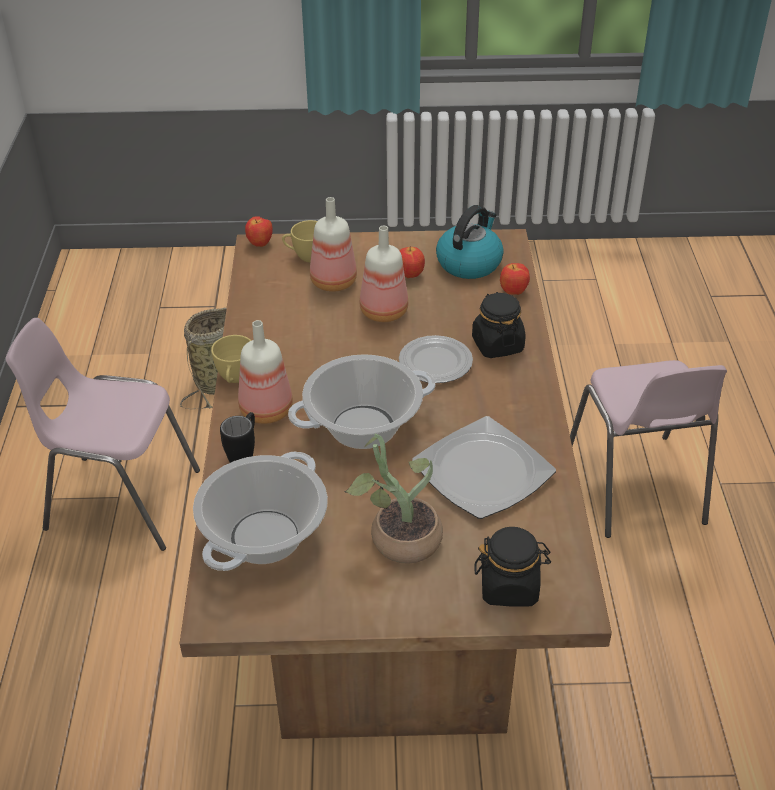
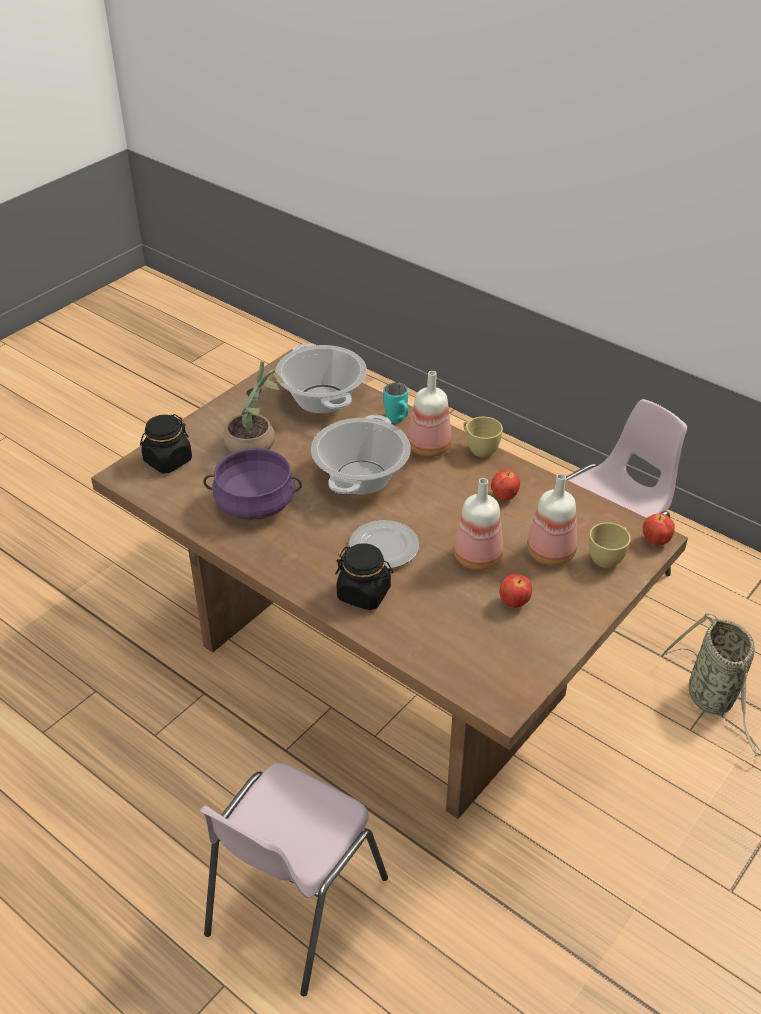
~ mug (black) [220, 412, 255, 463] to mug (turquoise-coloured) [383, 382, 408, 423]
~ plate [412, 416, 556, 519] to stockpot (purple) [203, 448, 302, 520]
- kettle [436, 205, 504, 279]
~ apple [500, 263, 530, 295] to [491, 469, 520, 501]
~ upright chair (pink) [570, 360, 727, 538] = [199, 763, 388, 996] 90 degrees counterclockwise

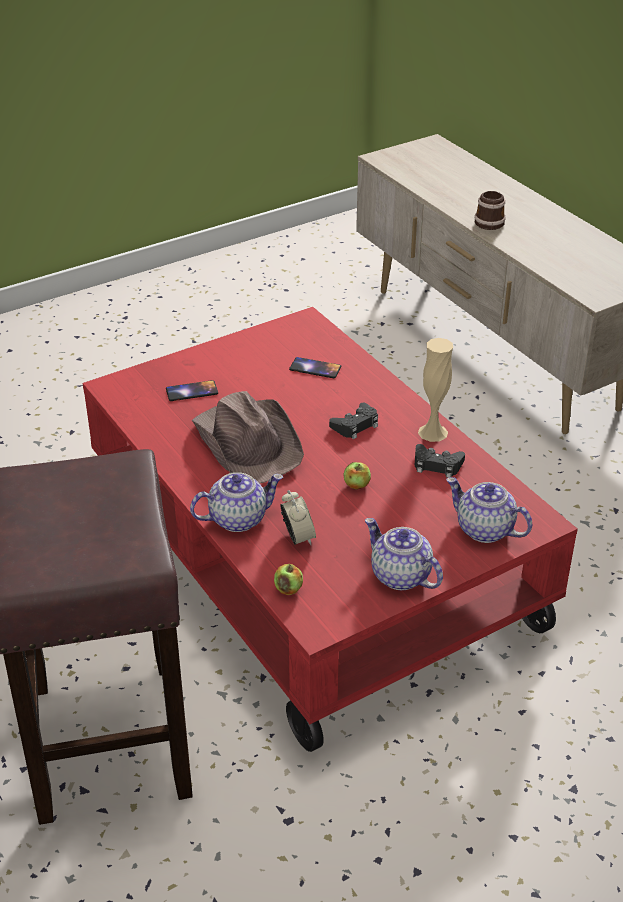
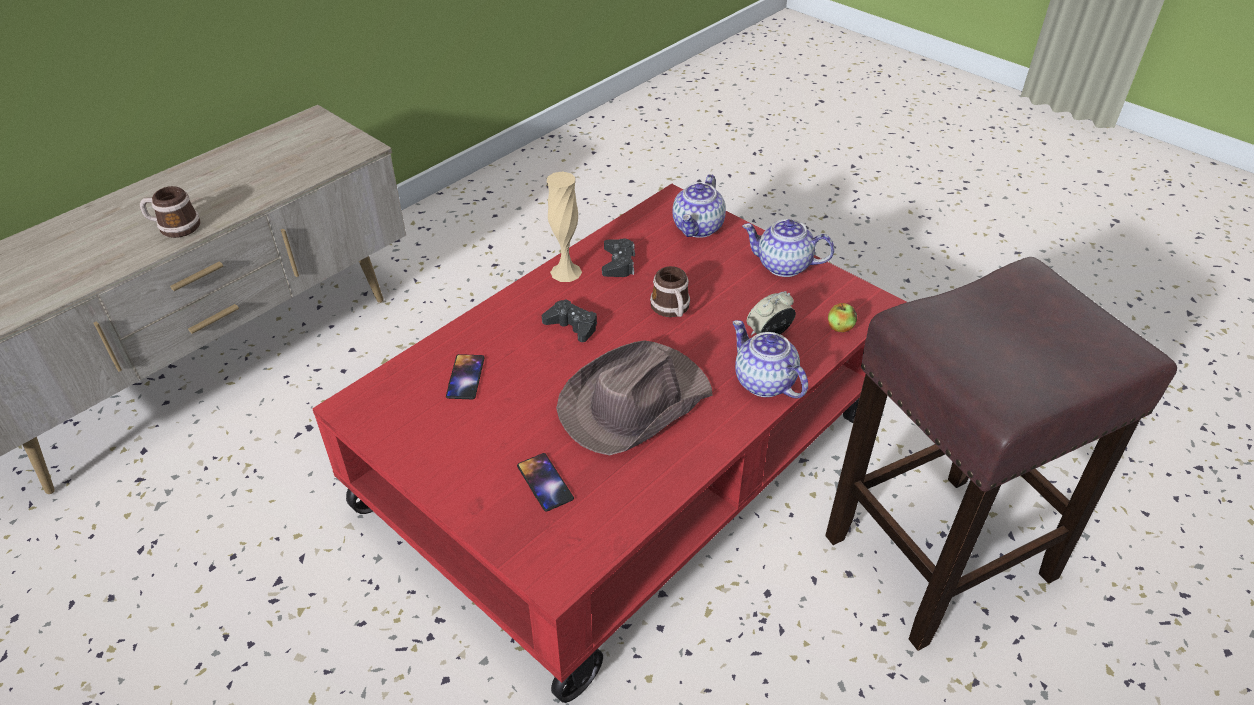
~ apple [343, 462, 371, 490] to mug [650, 266, 690, 317]
~ tea pot [365, 518, 443, 590] = [742, 219, 834, 277] 75 degrees clockwise

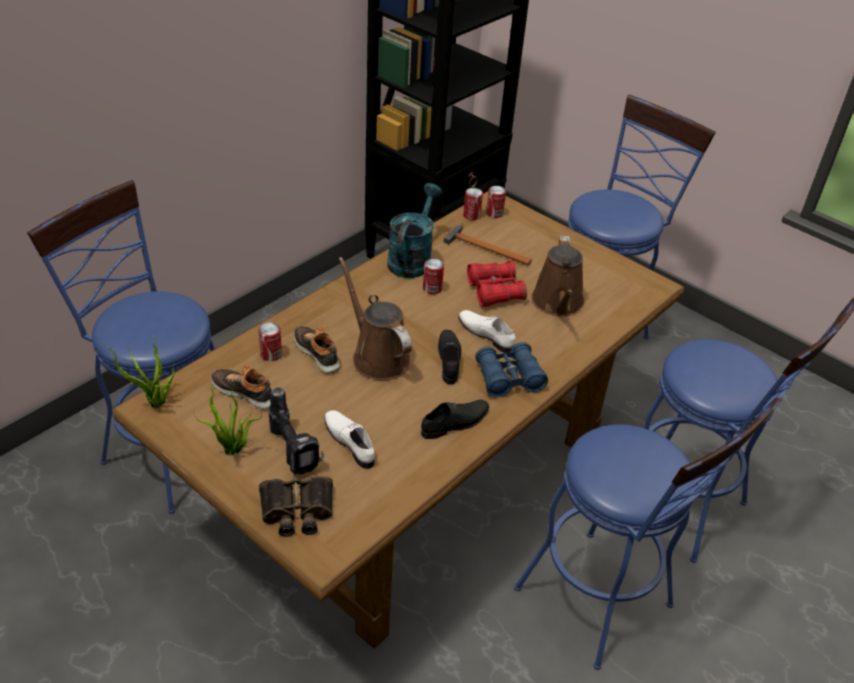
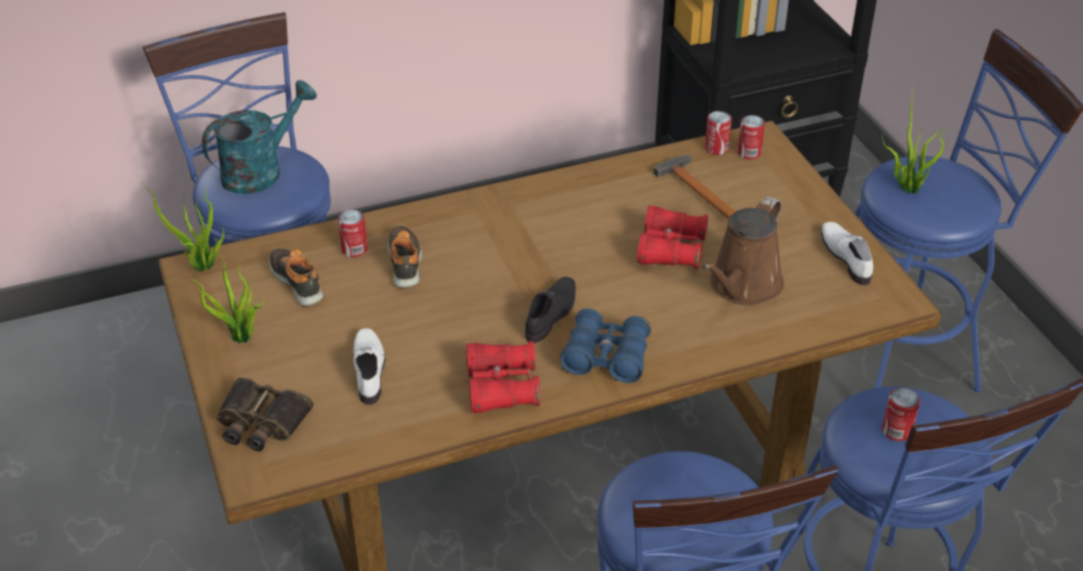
- drill [268, 387, 324, 475]
- watering can (brownish) [339, 257, 412, 380]
~ watering can (turquoise-coloured) [387, 183, 442, 278] to [202, 80, 317, 194]
~ shoe (black) [421, 400, 489, 439] to field glasses (reddish) [466, 341, 541, 413]
~ can [423, 259, 444, 294] to [882, 388, 920, 441]
~ shoe (whitish) [458, 310, 516, 353] to [821, 222, 873, 285]
+ houseplant [882, 84, 947, 194]

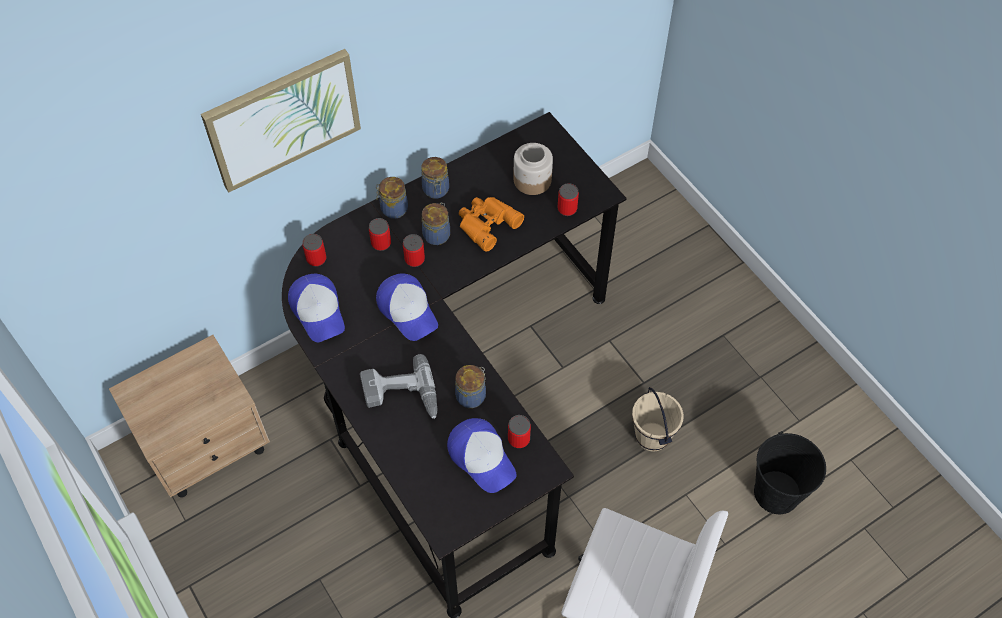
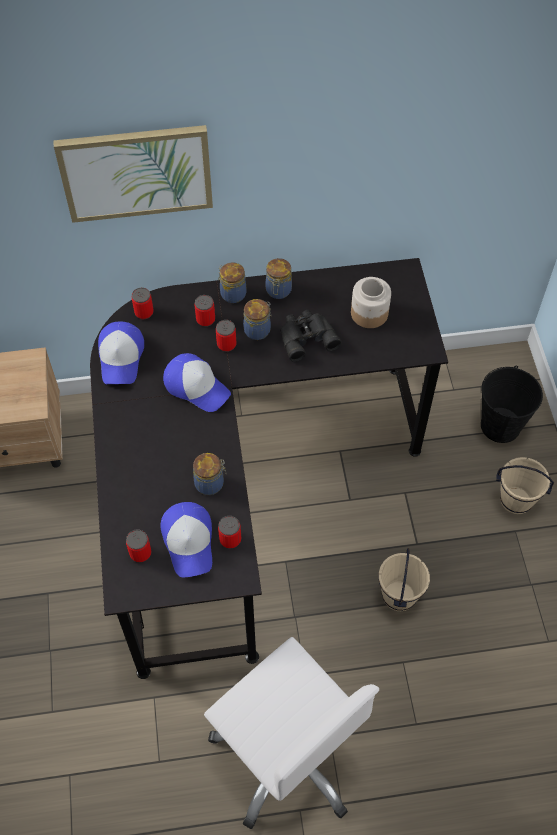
- drill [360, 354, 437, 419]
~ cap [376, 273, 438, 341] = [163, 353, 231, 412] 45 degrees counterclockwise
~ field glasses (orange-coloured) [459, 197, 524, 252] to field glasses (black) [280, 310, 342, 362]
~ can [558, 183, 579, 216] to [126, 529, 151, 562]
~ pail (black) [754, 431, 826, 514] to [481, 366, 543, 443]
+ pail (beige) [496, 457, 554, 514]

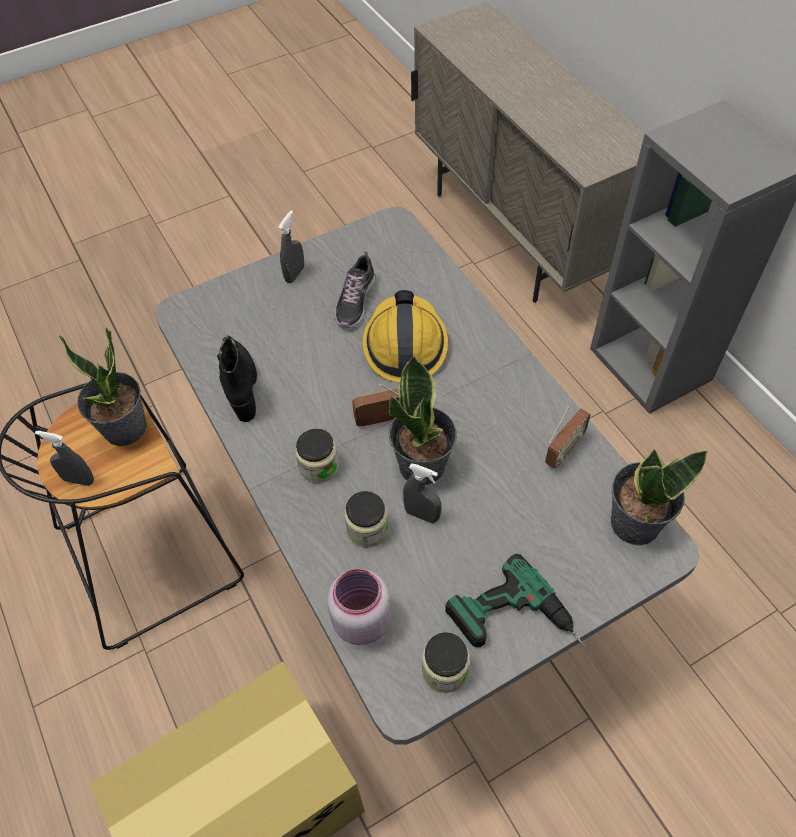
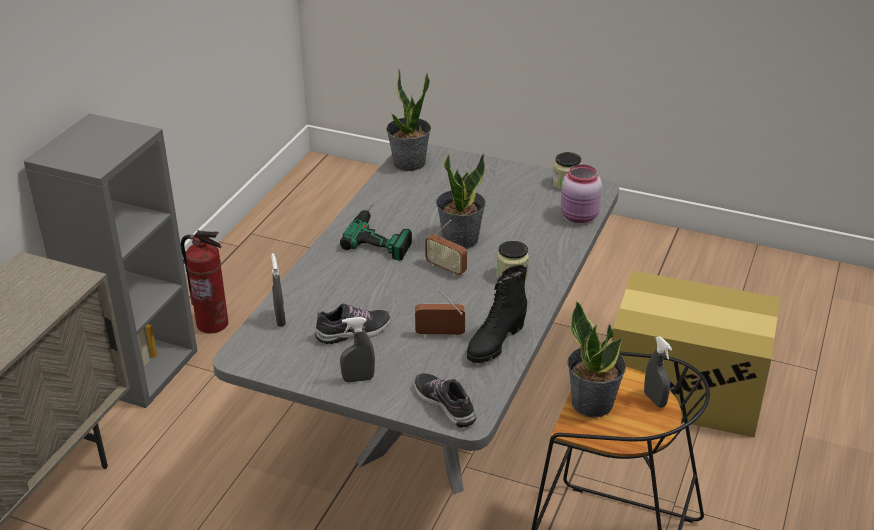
- preserve jar [344, 491, 388, 547]
- safety helmet [362, 290, 448, 383]
~ hand sprayer (gray) [403, 464, 442, 523] to [271, 253, 286, 327]
~ drill [445, 554, 587, 648] to [340, 205, 412, 261]
~ radio set [545, 405, 591, 469] to [415, 289, 465, 338]
+ extinguisher [181, 230, 228, 334]
+ shoe [414, 373, 476, 428]

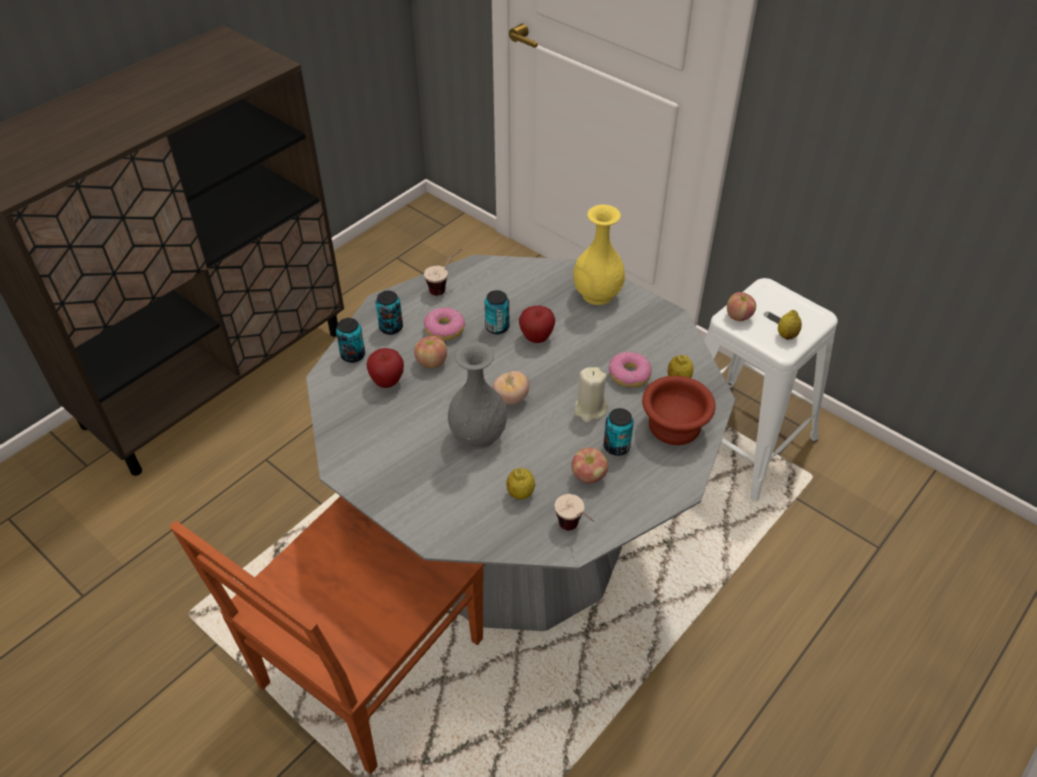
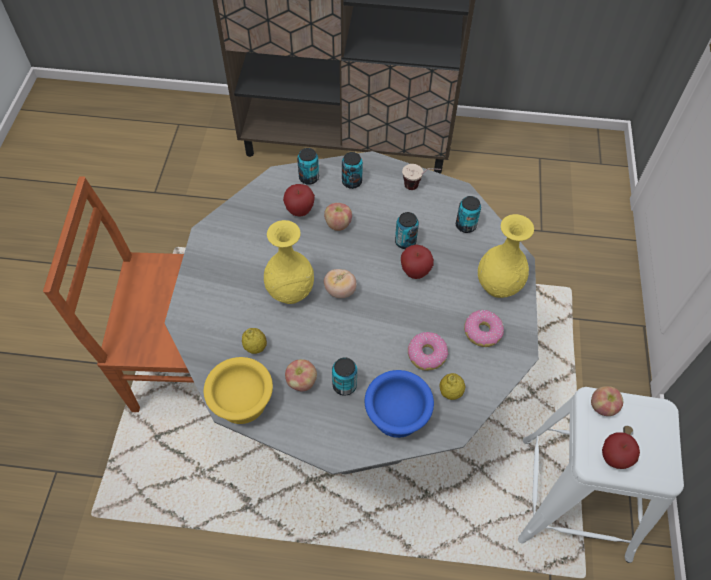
~ ring doughnut [424, 307, 465, 341] to [464, 310, 504, 347]
~ flower vase (gray) [448, 342, 507, 449] to flower vase (yellowish) [264, 220, 314, 304]
~ drinking cup [555, 494, 595, 531] to bowl (yellowish) [204, 357, 273, 424]
- wax light (beige) [574, 367, 608, 423]
~ bowl (brownish) [642, 376, 716, 445] to bowl (blue) [365, 370, 434, 438]
~ citrus fruit [778, 310, 802, 340] to apple [602, 432, 640, 469]
+ can [456, 196, 481, 233]

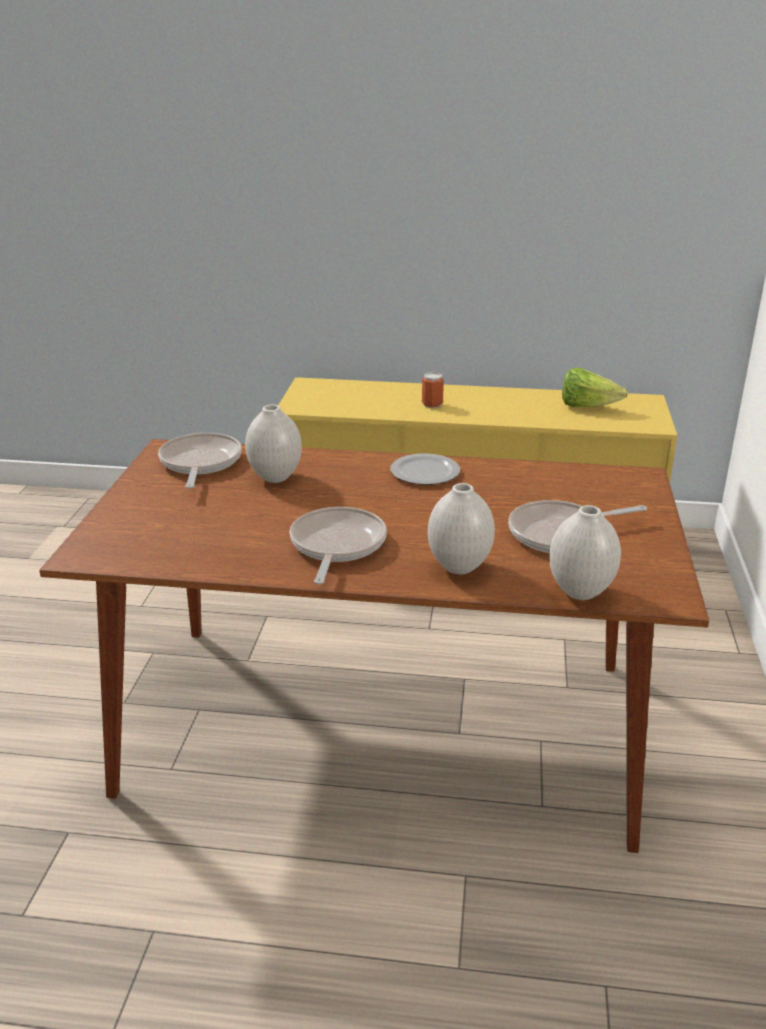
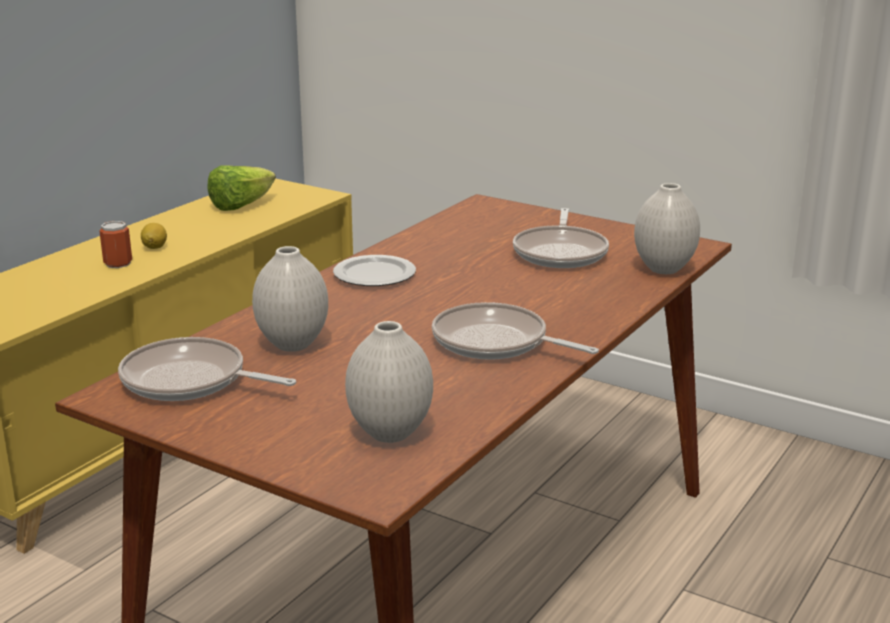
~ flower vase (whitish) [428, 483, 495, 574] to [345, 321, 433, 443]
+ citrus fruit [141, 223, 167, 249]

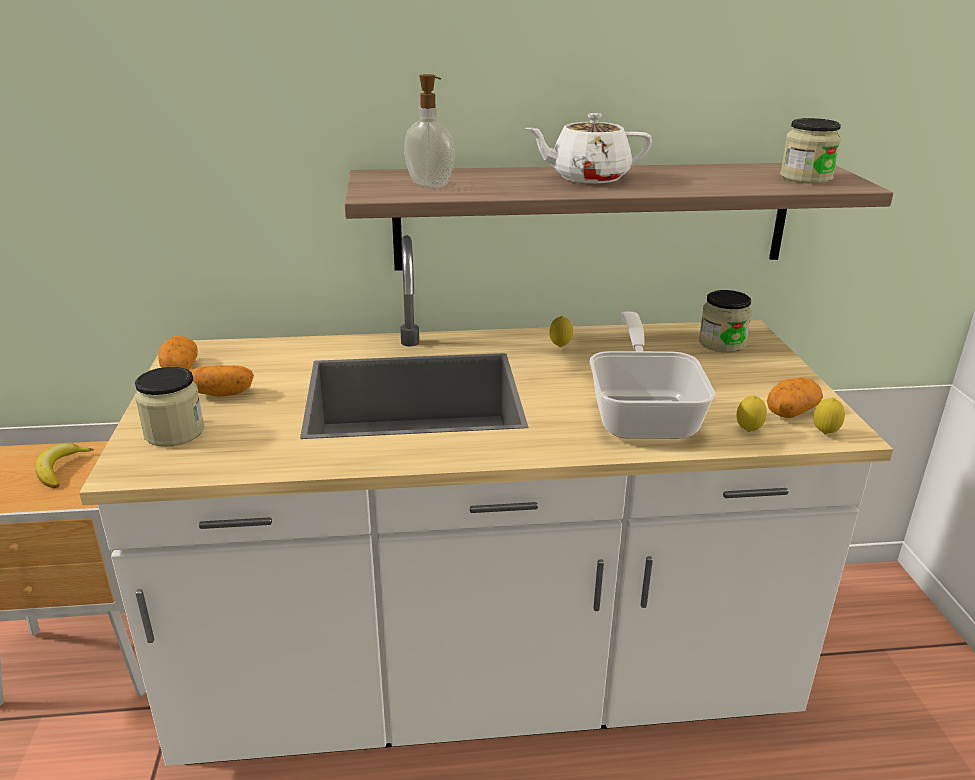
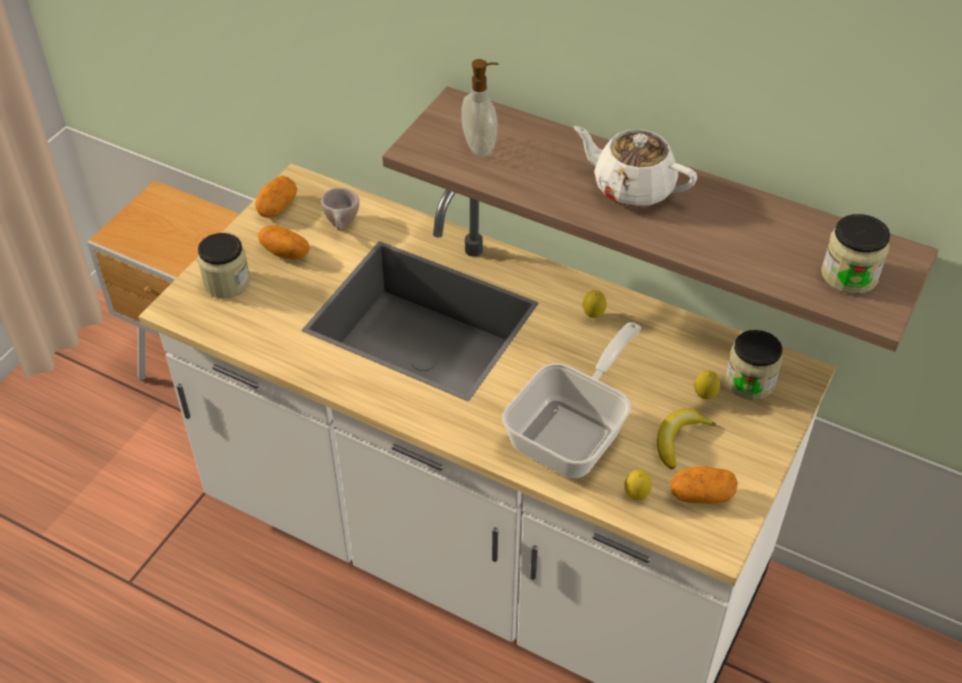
~ banana [35, 443, 94, 489] to [657, 408, 716, 469]
~ citrus fruit [814, 398, 845, 434] to [694, 370, 720, 399]
+ drinking cup (beige) [321, 188, 359, 231]

